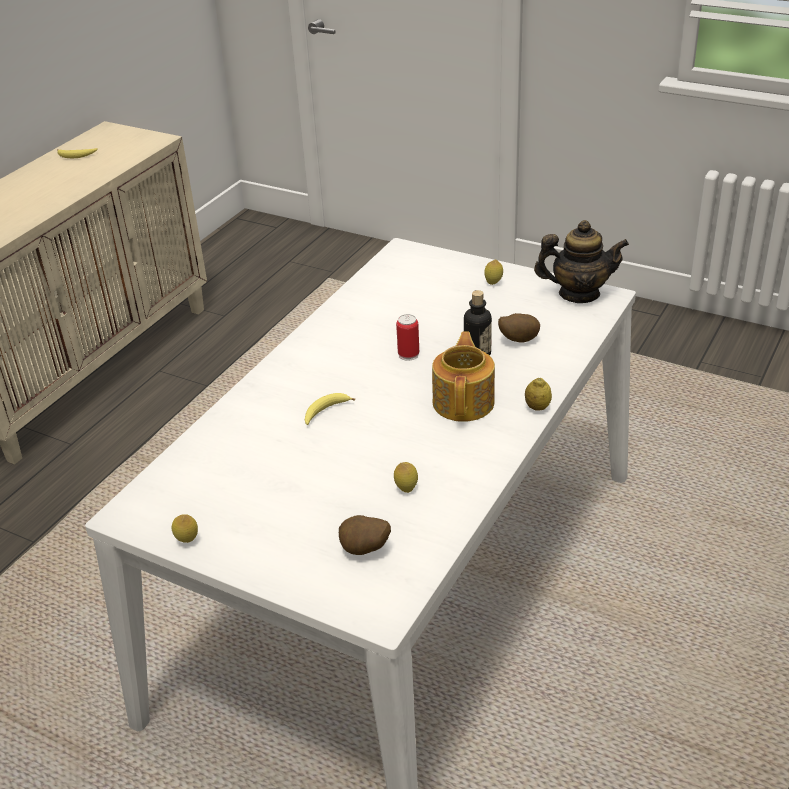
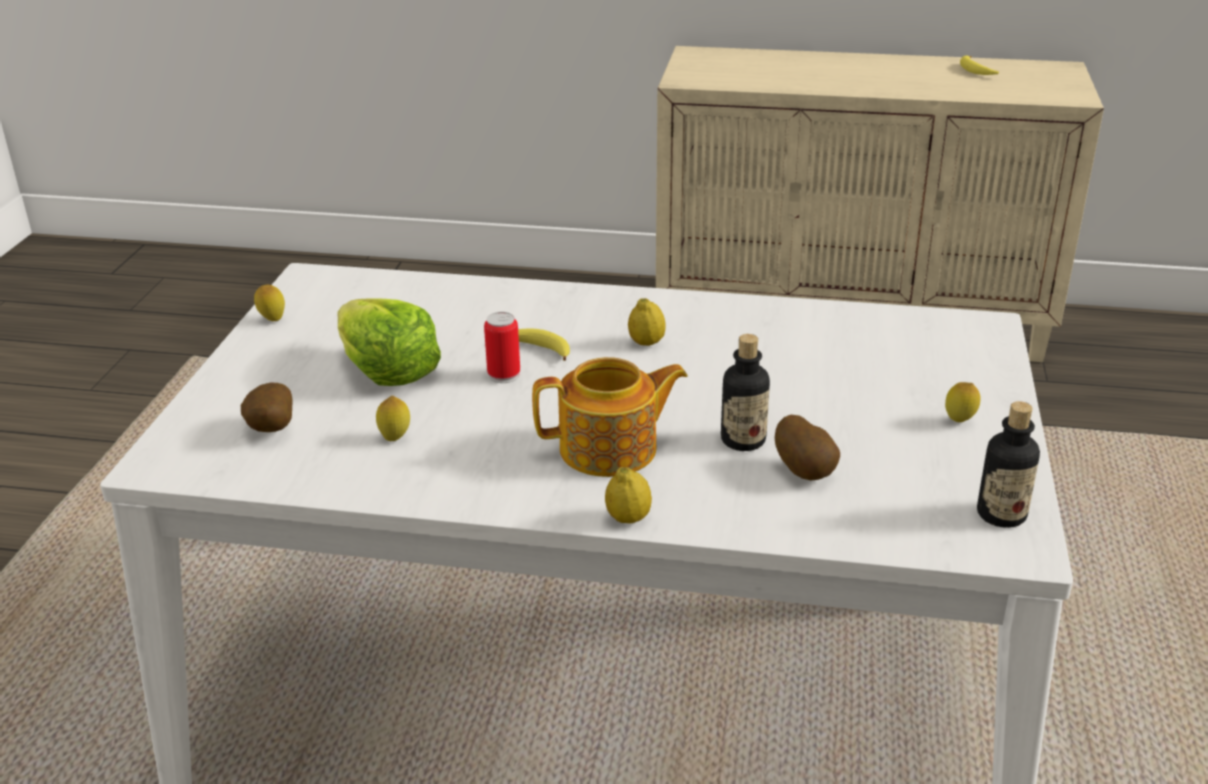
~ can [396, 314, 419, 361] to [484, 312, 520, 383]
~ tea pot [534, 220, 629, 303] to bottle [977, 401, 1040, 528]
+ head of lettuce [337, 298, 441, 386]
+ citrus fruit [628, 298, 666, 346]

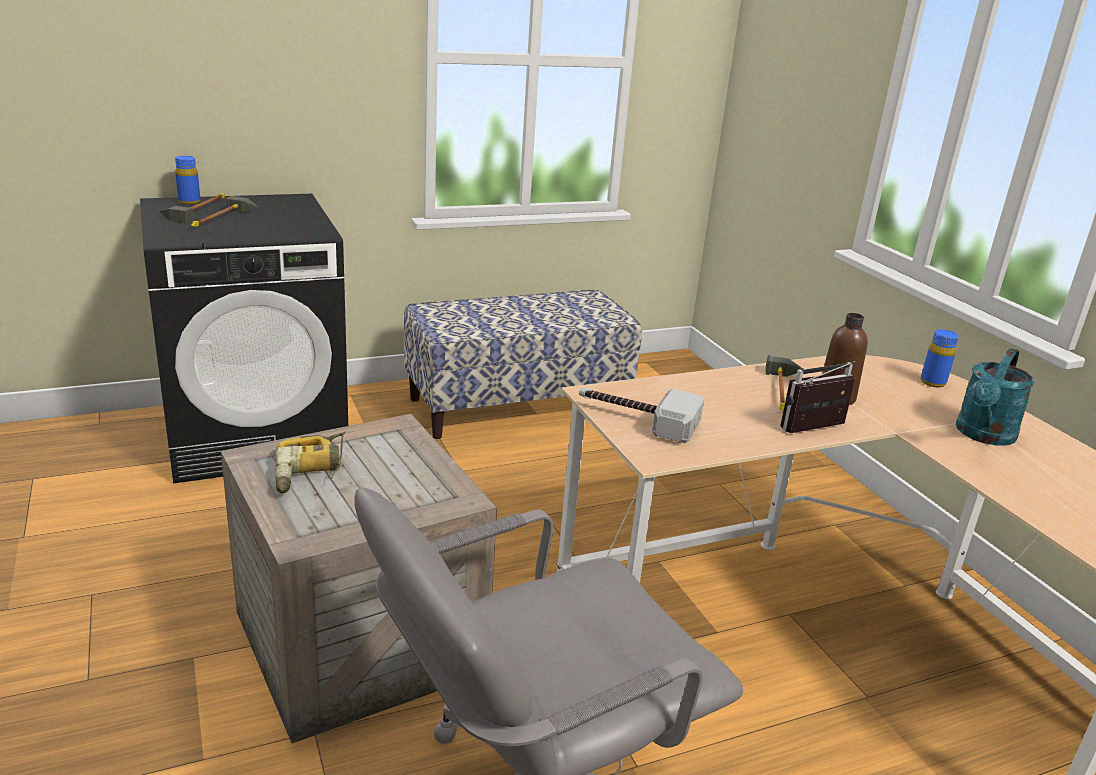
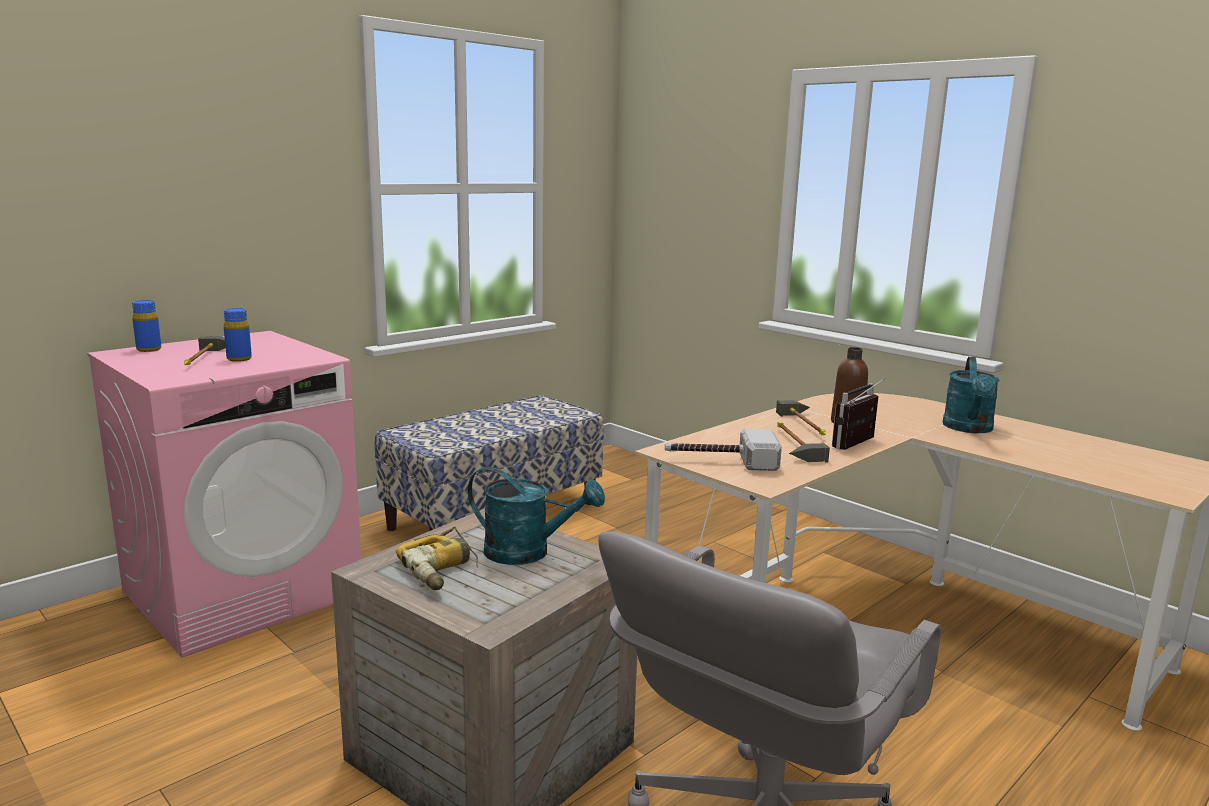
~ laundry appliance (black) [140, 194, 348, 484] to laundry appliance (pink) [87, 331, 361, 658]
~ hammer [159, 193, 225, 224] to [777, 422, 830, 462]
~ bottle (blue) [921, 329, 959, 388] to [224, 308, 252, 362]
+ watering can (turquoise-coloured) [468, 467, 605, 565]

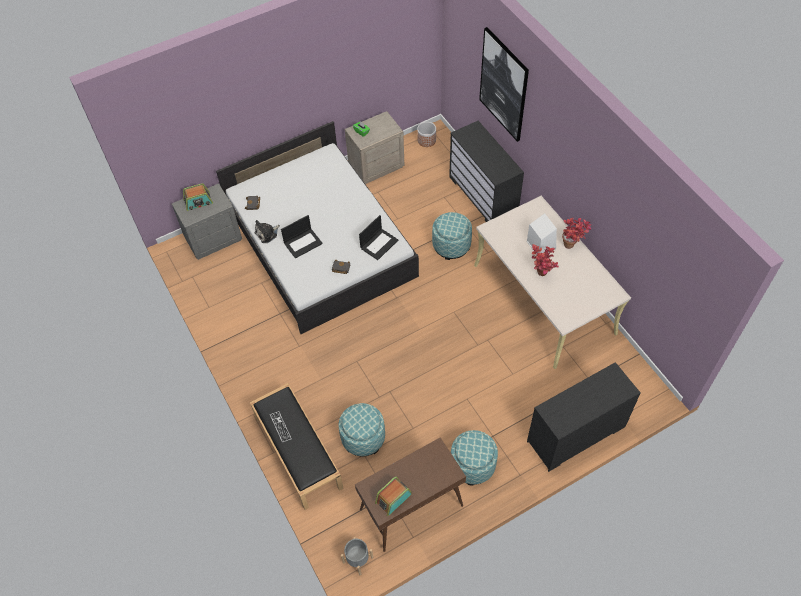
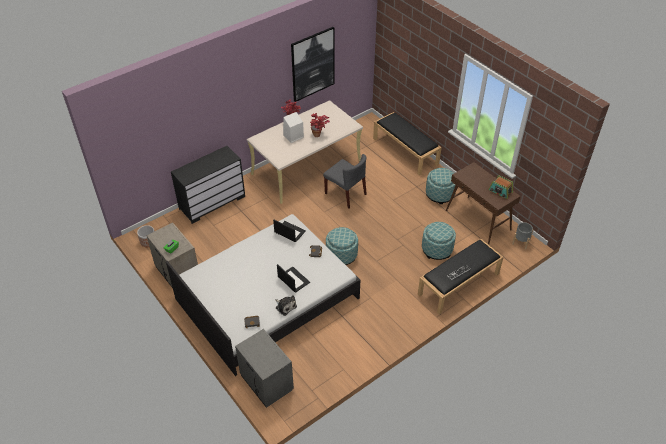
- radio set [183, 183, 213, 211]
~ ottoman [432, 212, 472, 260] to [326, 227, 358, 265]
~ wall picture [479, 27, 529, 142] to [291, 27, 334, 102]
~ chest of drawers (black) [527, 362, 640, 472] to long seat (black) [373, 112, 442, 176]
+ upright chair (gray) [323, 154, 367, 209]

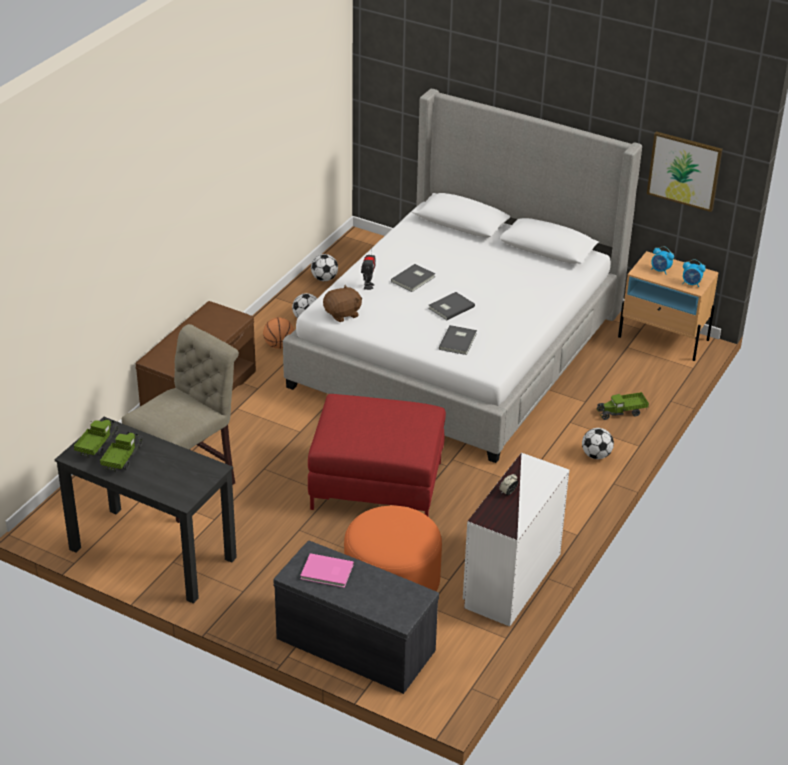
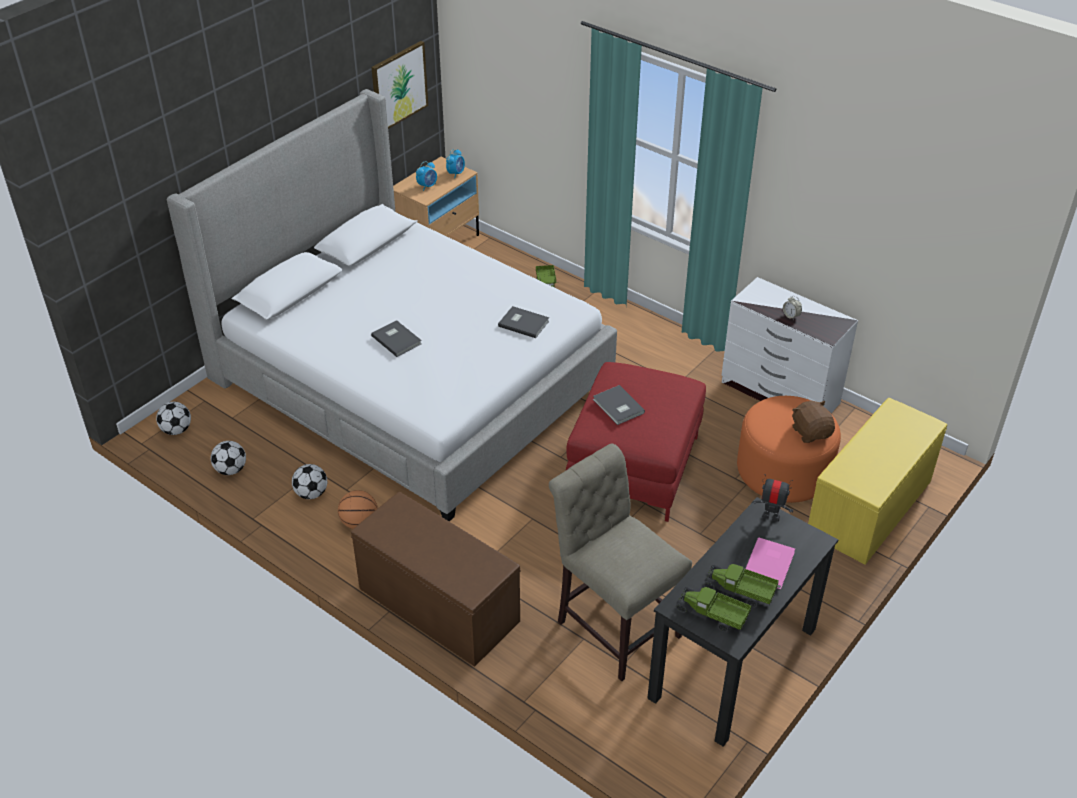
~ long seat (gray) [273, 541, 439, 694] to long seat (yellowish) [808, 398, 947, 565]
~ bound book (pink) [300, 553, 354, 588] to [745, 537, 795, 589]
~ plush toy (brownish) [323, 285, 362, 322] to [792, 401, 835, 443]
~ model robot [361, 247, 376, 290] to [753, 474, 793, 522]
~ bound book (gray) [428, 292, 475, 320] to [593, 385, 645, 425]
~ football [582, 428, 614, 459] to [156, 402, 191, 435]

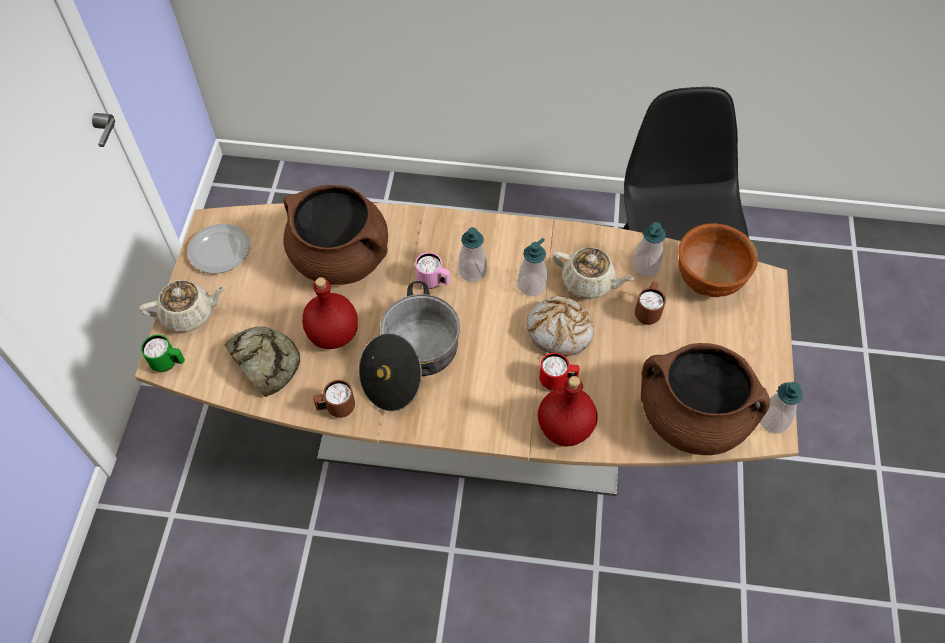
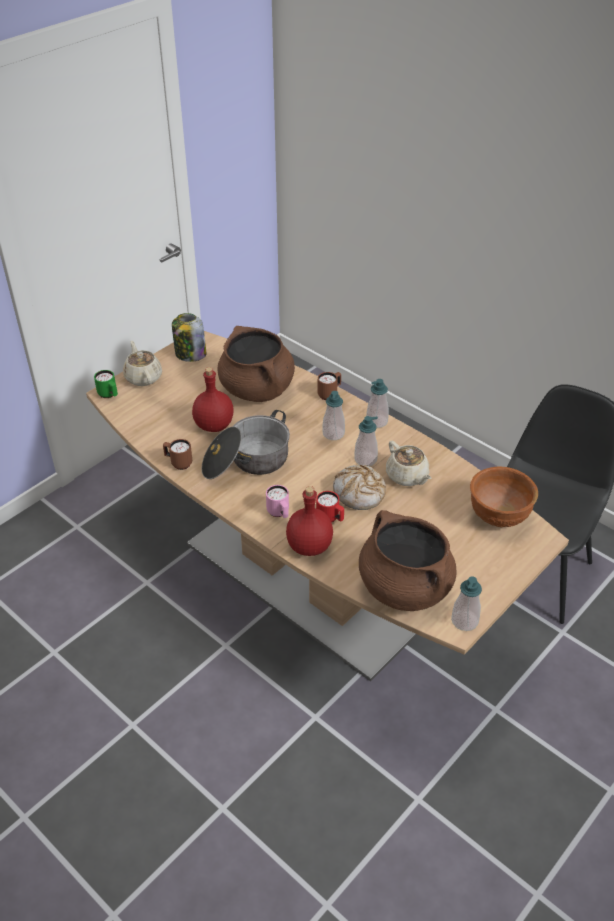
~ tea pot (beige) [139, 280, 226, 332] = [123, 341, 162, 386] 135 degrees counterclockwise
~ plate [187, 223, 250, 274] to preserve jar [172, 313, 206, 362]
- bakery bread [224, 327, 300, 397]
~ mug (pink) [415, 252, 450, 289] to [266, 485, 289, 518]
~ soap bottle [632, 222, 666, 277] to [366, 379, 389, 428]
~ mug (brownish) [635, 282, 666, 325] to [318, 372, 341, 400]

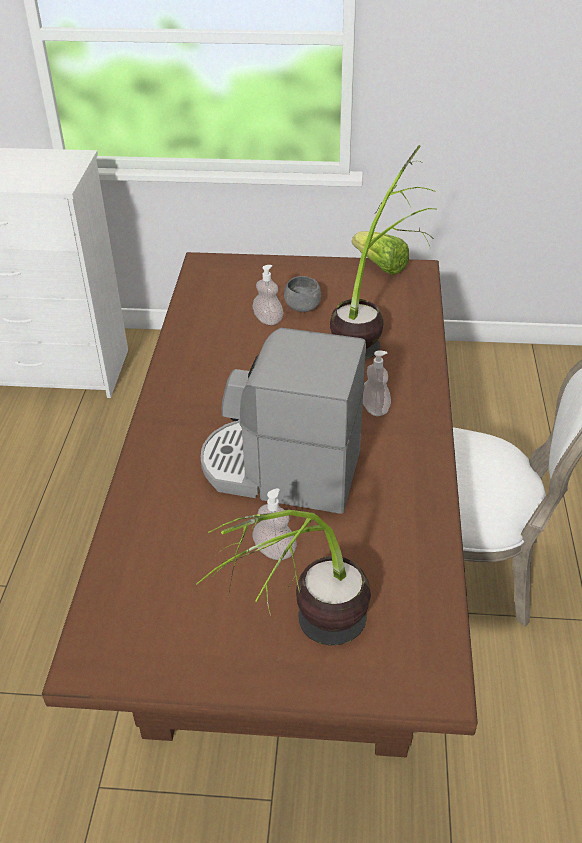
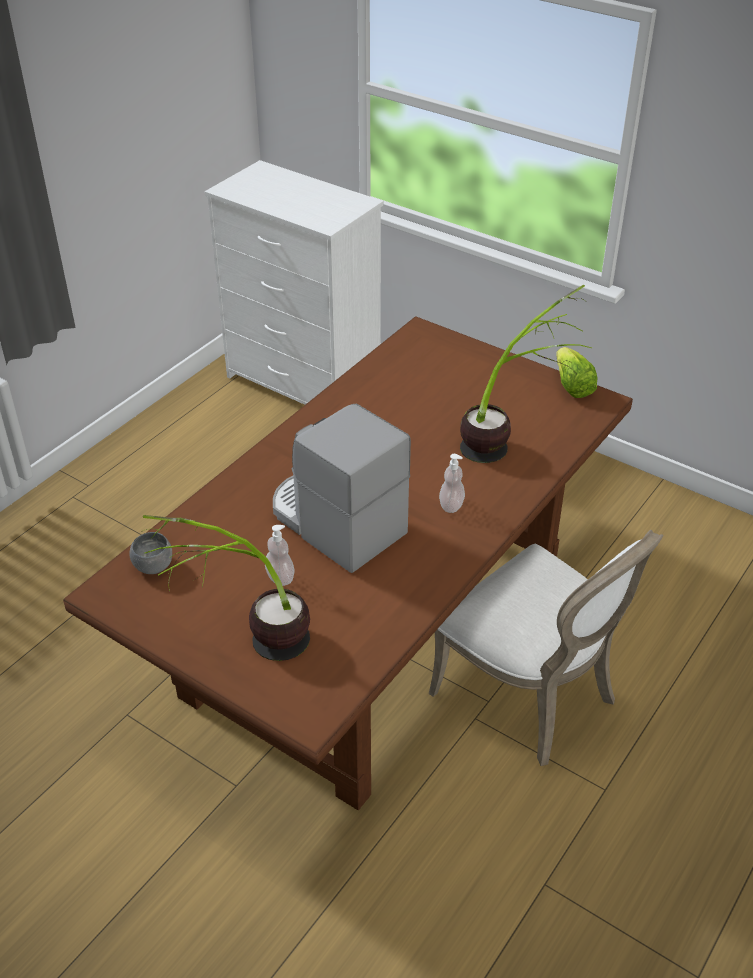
- soap bottle [253, 265, 283, 325]
~ bowl (gray) [284, 276, 321, 312] to [130, 532, 172, 574]

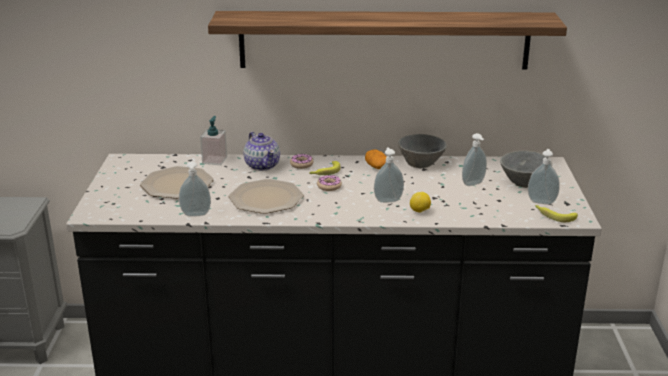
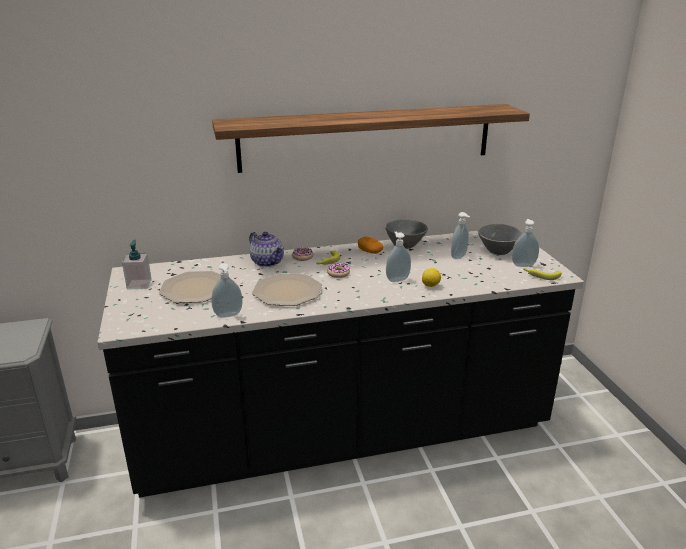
~ soap bottle [200, 116, 227, 165] to [122, 240, 152, 289]

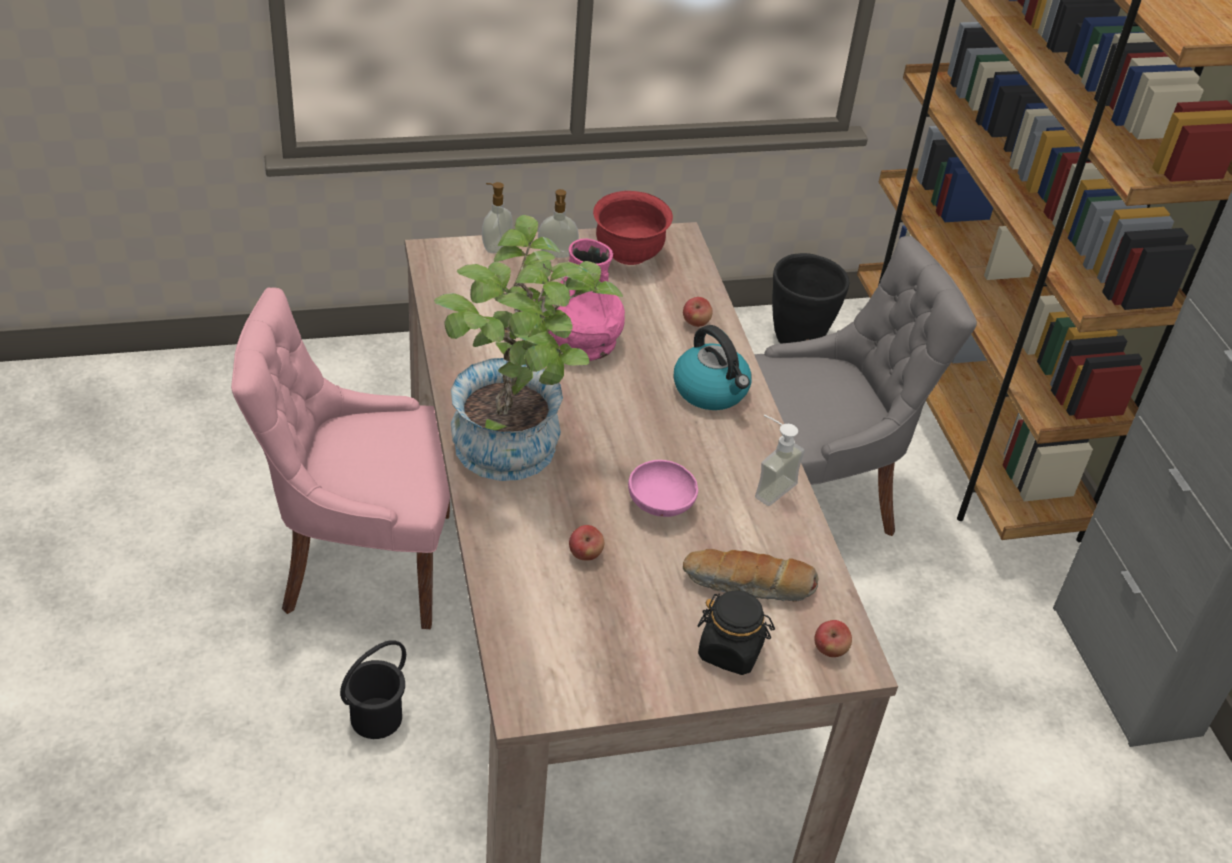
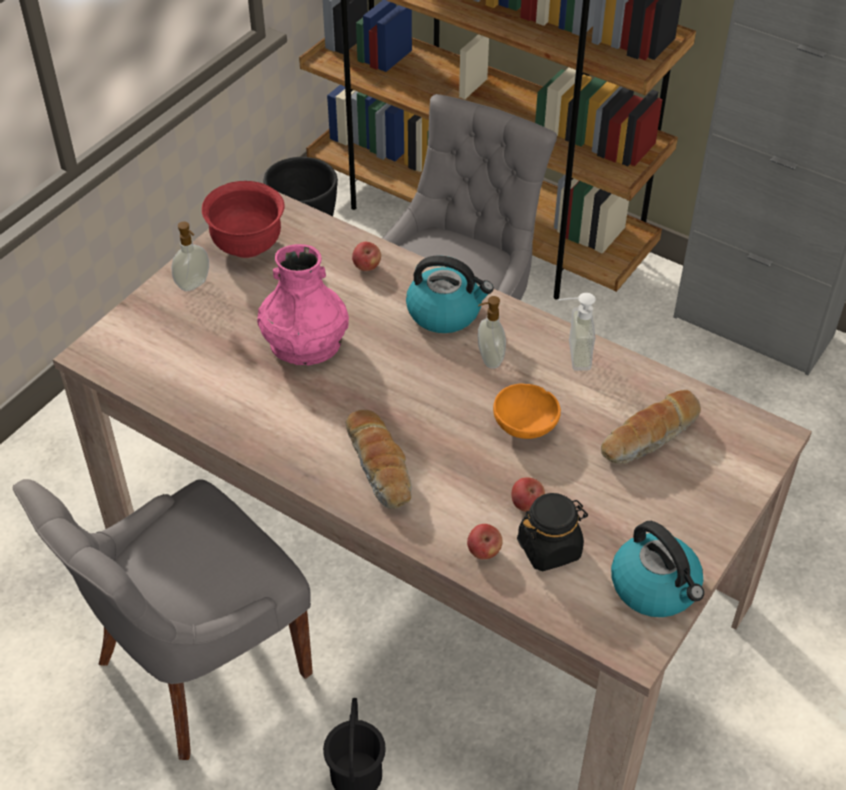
~ upright chair (pink) [231, 287, 450, 629] to upright chair (gray) [13, 479, 313, 760]
~ houseplant [434, 215, 623, 481] to bakery bread [346, 409, 412, 509]
~ soap bottle [482, 182, 513, 253] to [478, 296, 506, 369]
~ bowl (pink) [628, 460, 698, 517] to bowl (orange-coloured) [493, 383, 561, 439]
~ preserve jar (black) [698, 591, 775, 675] to [517, 493, 588, 571]
~ apple [814, 620, 852, 657] to [467, 524, 503, 559]
+ kettle [611, 521, 704, 617]

